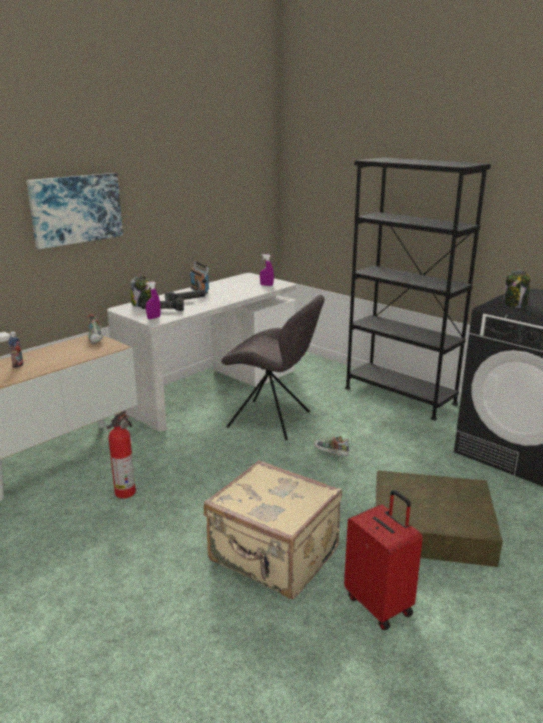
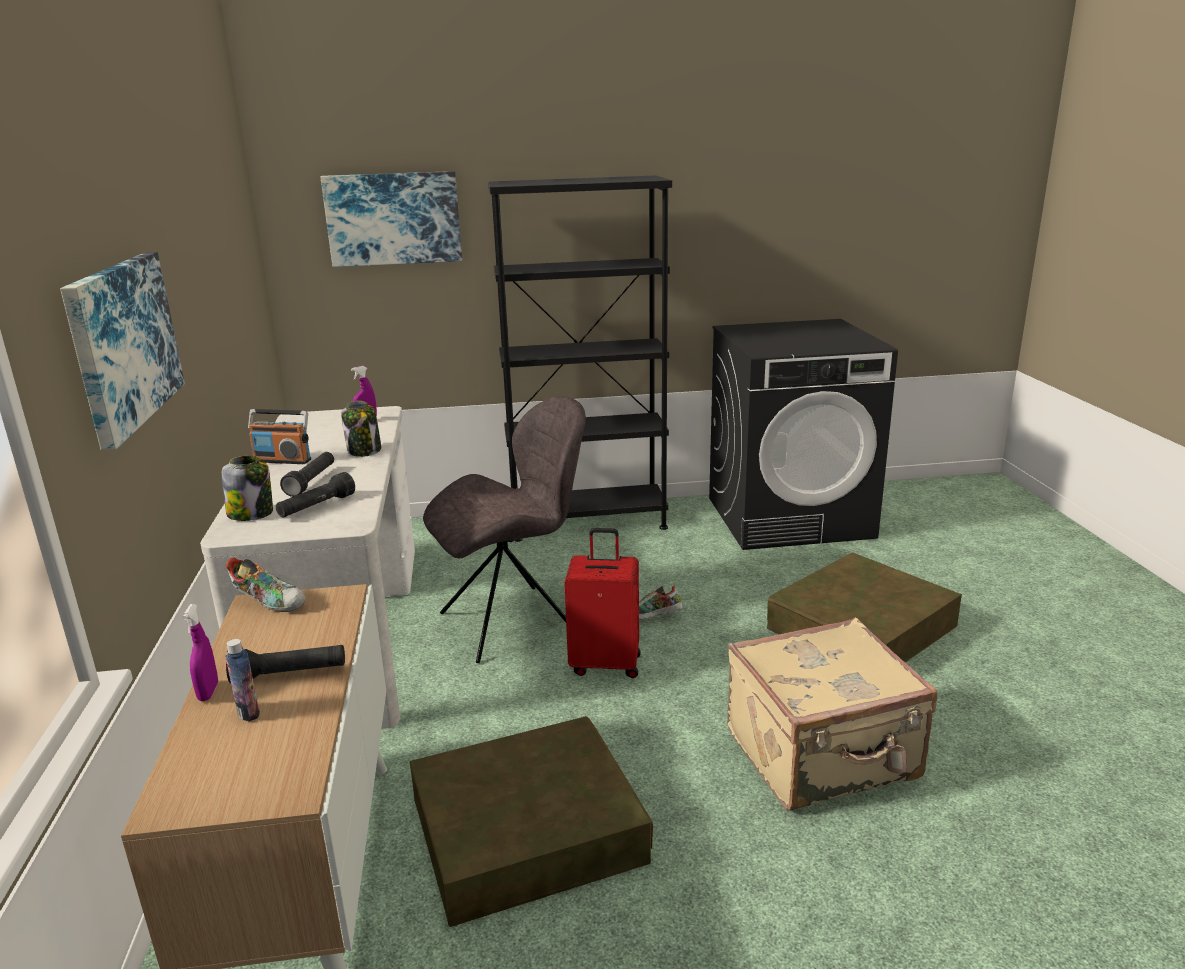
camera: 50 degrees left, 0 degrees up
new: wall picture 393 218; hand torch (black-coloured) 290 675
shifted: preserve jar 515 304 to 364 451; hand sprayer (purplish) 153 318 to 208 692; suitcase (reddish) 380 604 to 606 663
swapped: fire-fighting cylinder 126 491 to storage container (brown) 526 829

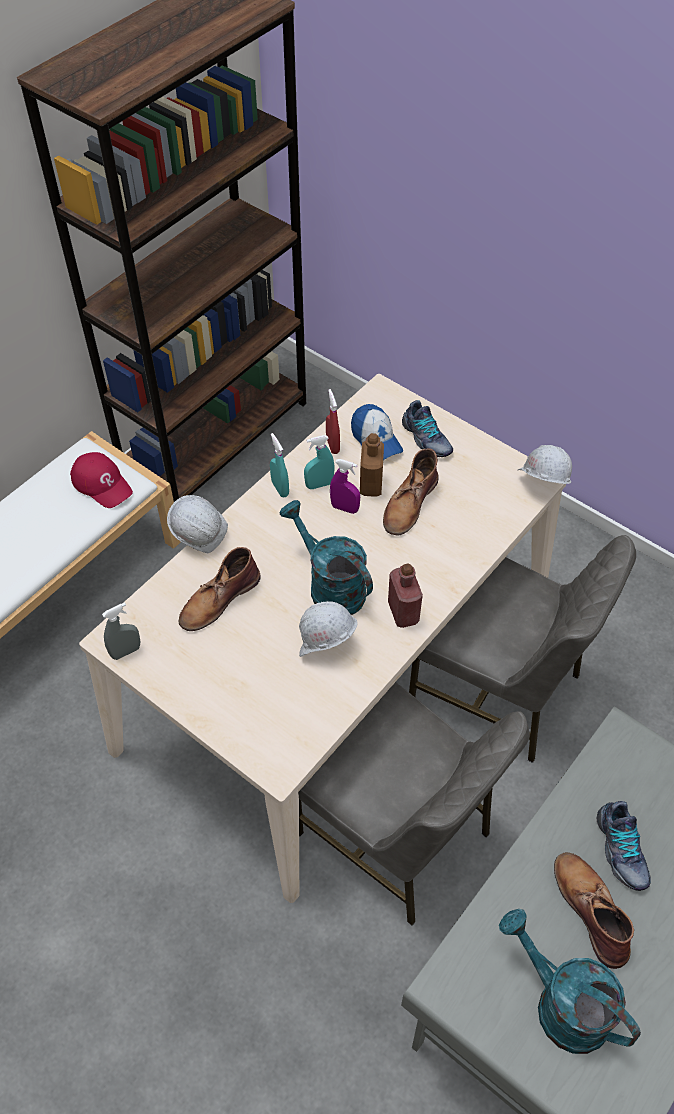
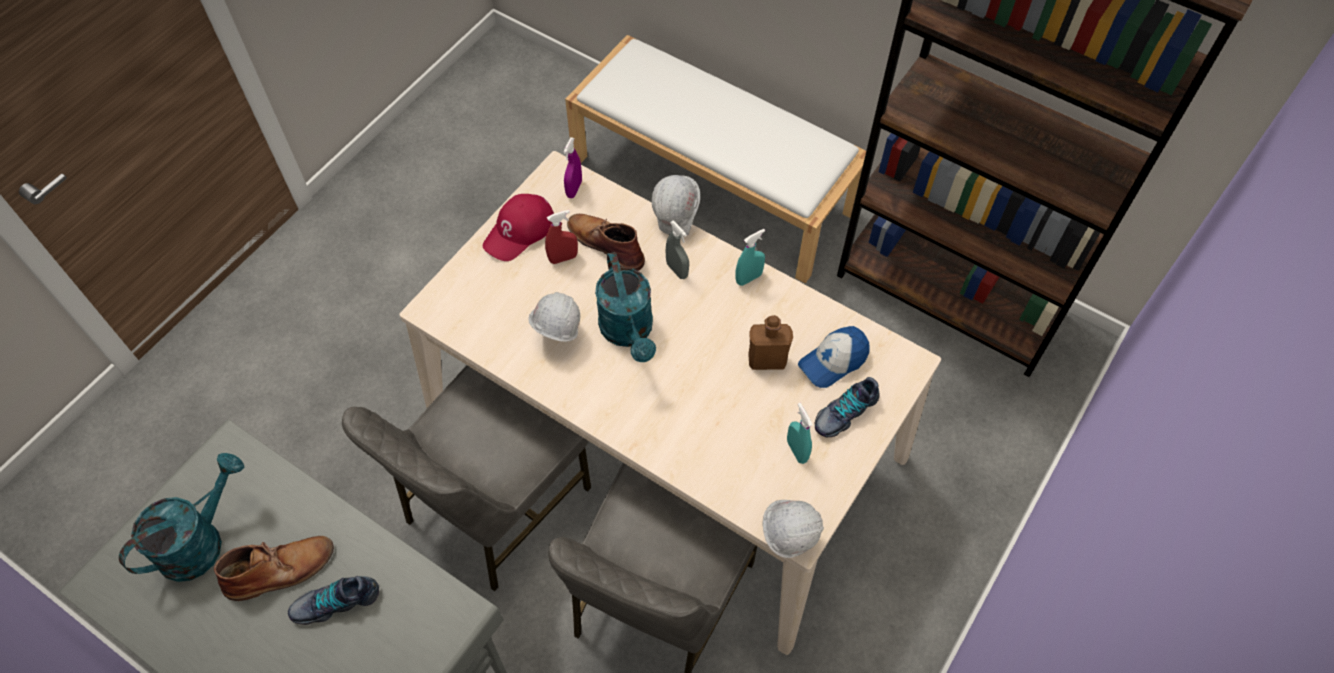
camera: 85 degrees right, 5 degrees up
gone: high-top boot (brown) 409 504; beverage bottle (reddish) 403 612
shifted: hand sprayer (reddish) 332 445 to 563 258; hand sprayer (blue-green) 319 484 to 797 451; baseball cap (reddish) 102 483 to 519 231; hand sprayer (purplish) 344 508 to 574 189; hand sprayer (gray) 126 651 to 677 270
rotated: watering pot (blue-green) 330 586 = 629 332 120 degrees clockwise

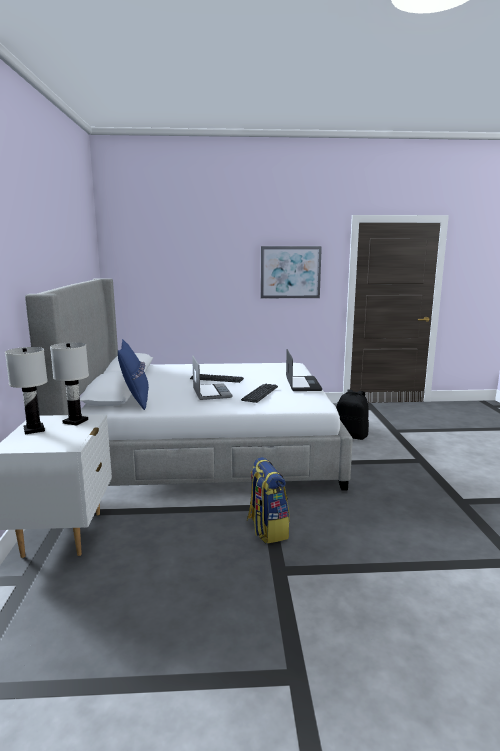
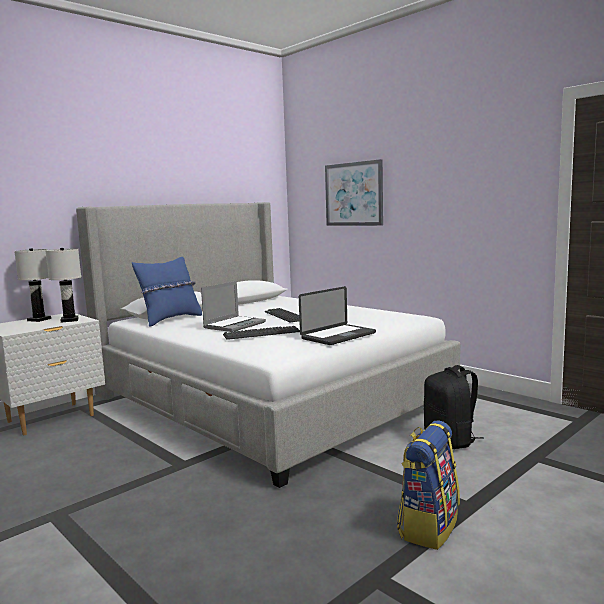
camera: 50 degrees right, 5 degrees down
shifted: wall picture 290 272 to 353 194; backpack 267 529 to 428 526

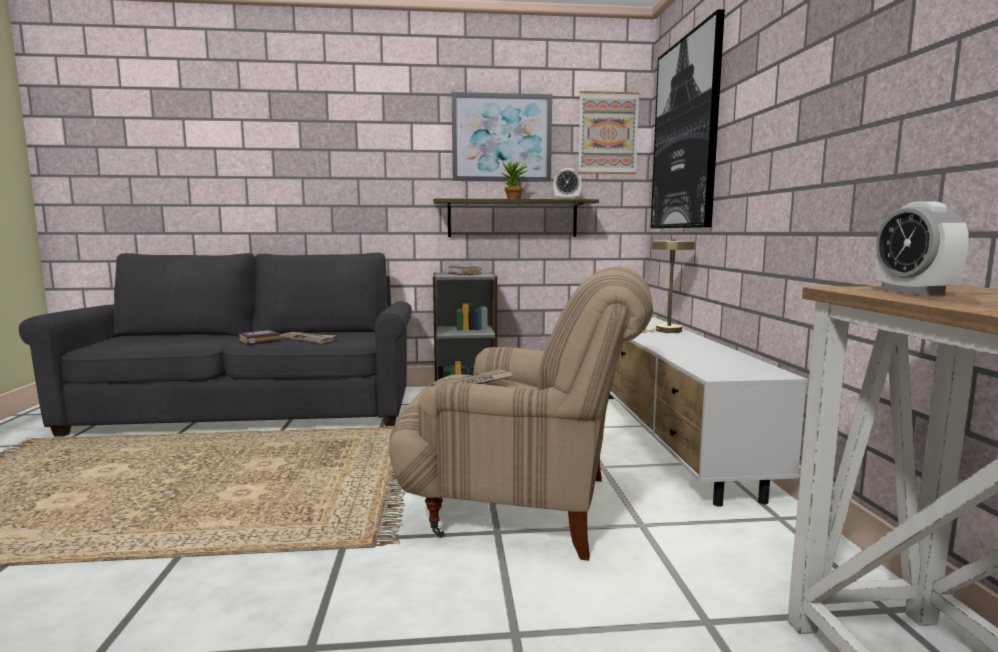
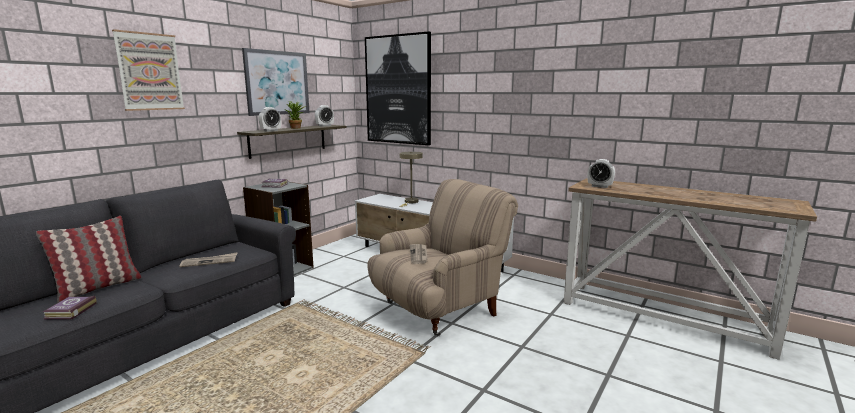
camera: 50 degrees left, 5 degrees up
new: alarm clock 270 130; throw pillow 98 287
shifted: wall picture 607 133 to 149 72; volume 258 341 to 69 311

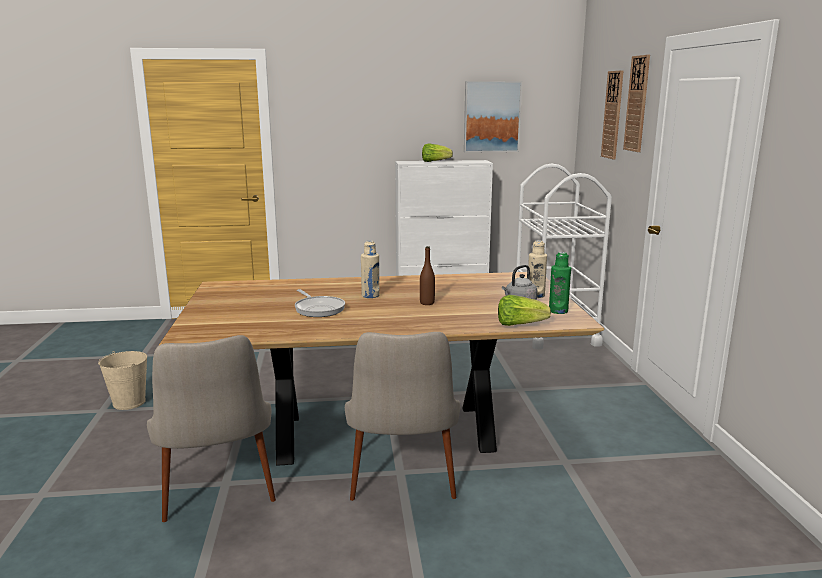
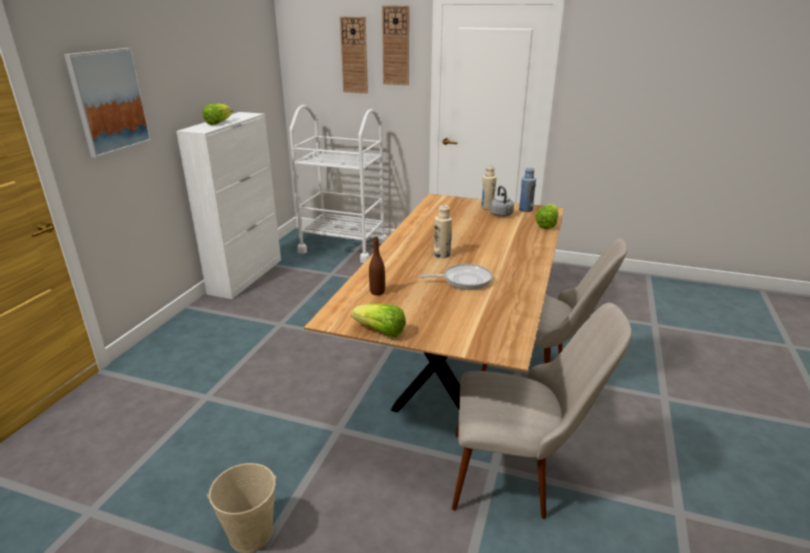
camera: 65 degrees left, 10 degrees up
new: lettuce head 380 332
shifted: wall picture 491 117 to 109 101; beverage bottle (brown) 427 303 to 377 292
repainted: beverage bottle (green) 558 311 to beverage bottle (blue-coloured) 525 210

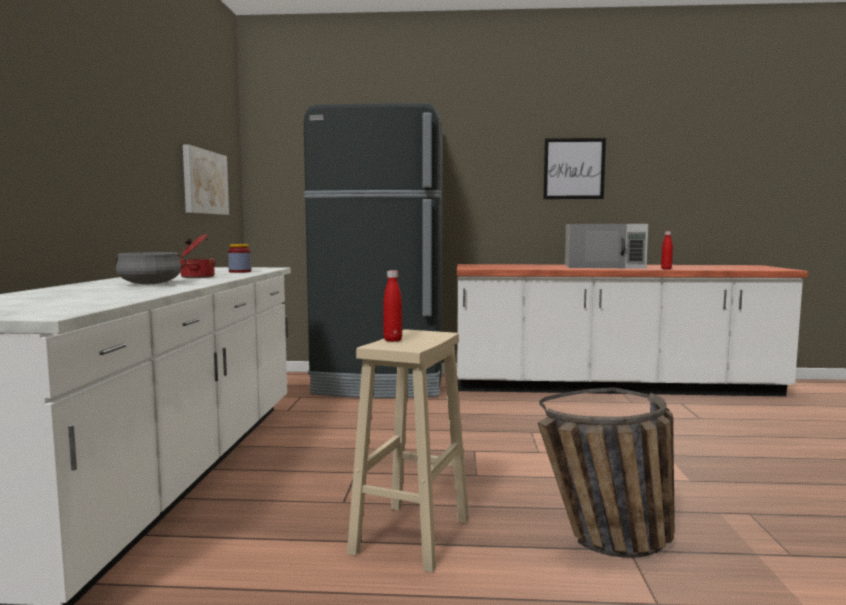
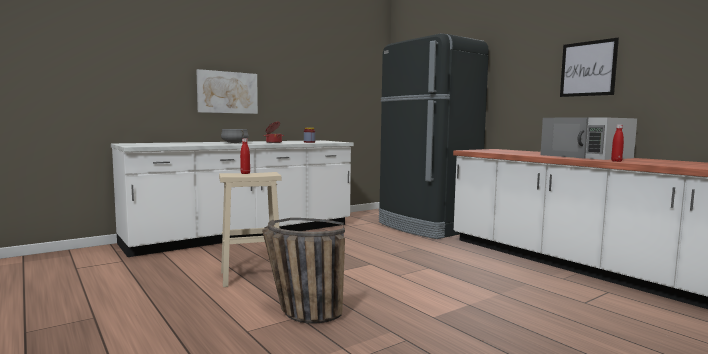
camera: 50 degrees right, 0 degrees up
shifted: wall picture 204 182 to 227 92

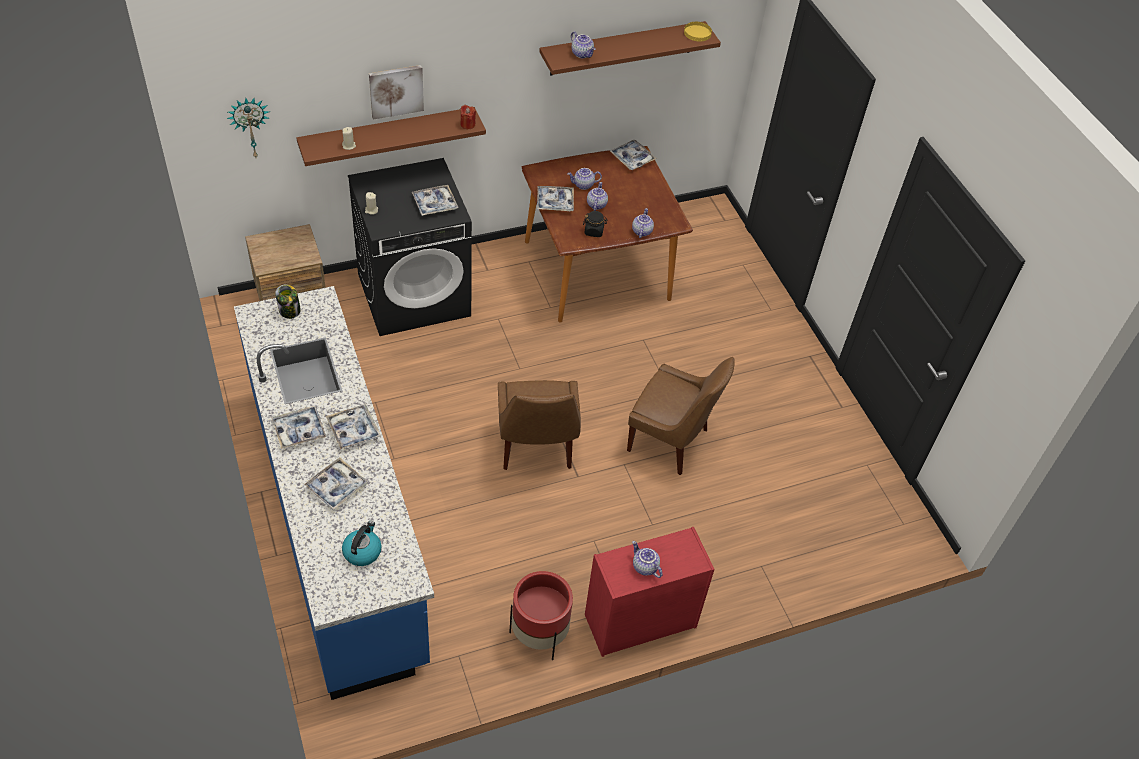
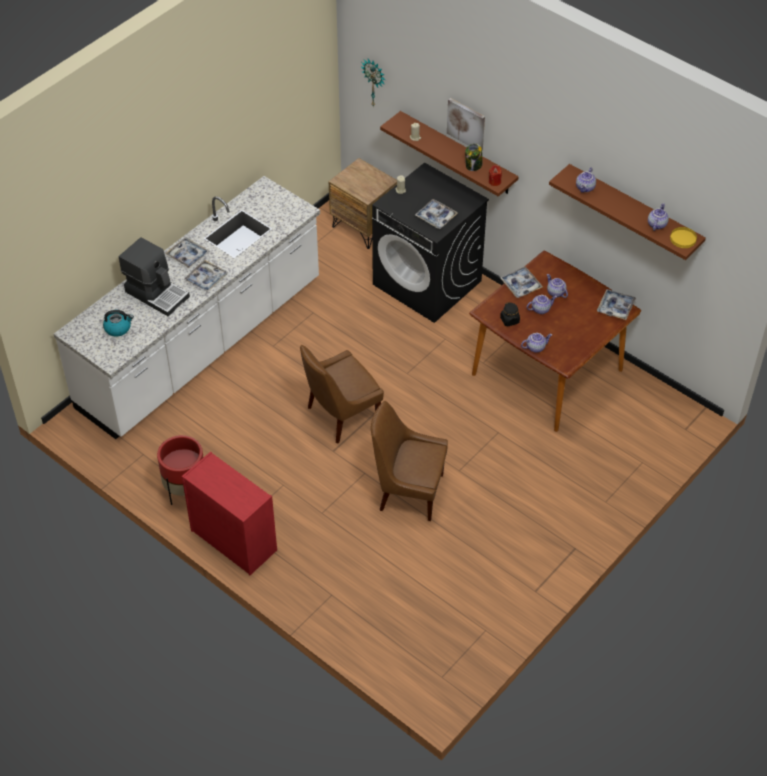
camera: 65 degrees right, 0 degrees up
shifted: preserve jar 290 310 to 473 165; teapot 644 567 to 656 224
swapped: carrying tray 336 487 to coffee maker 157 293
repainted: kitchen counter (blue-coloured) 338 522 to kitchen counter (white) 202 344
rotated: chair (brown) 670 441 = 408 492 105 degrees clockwise

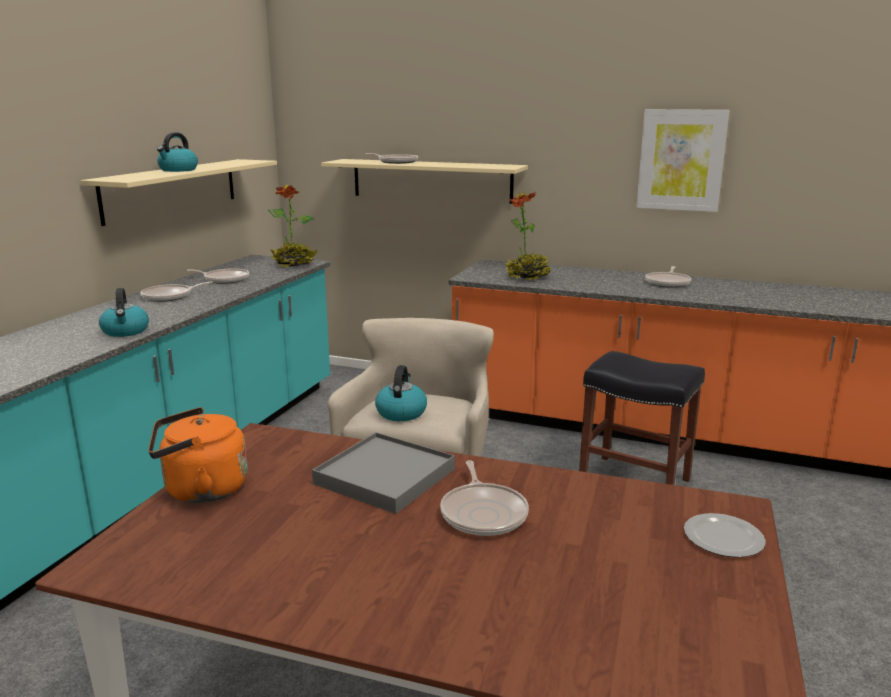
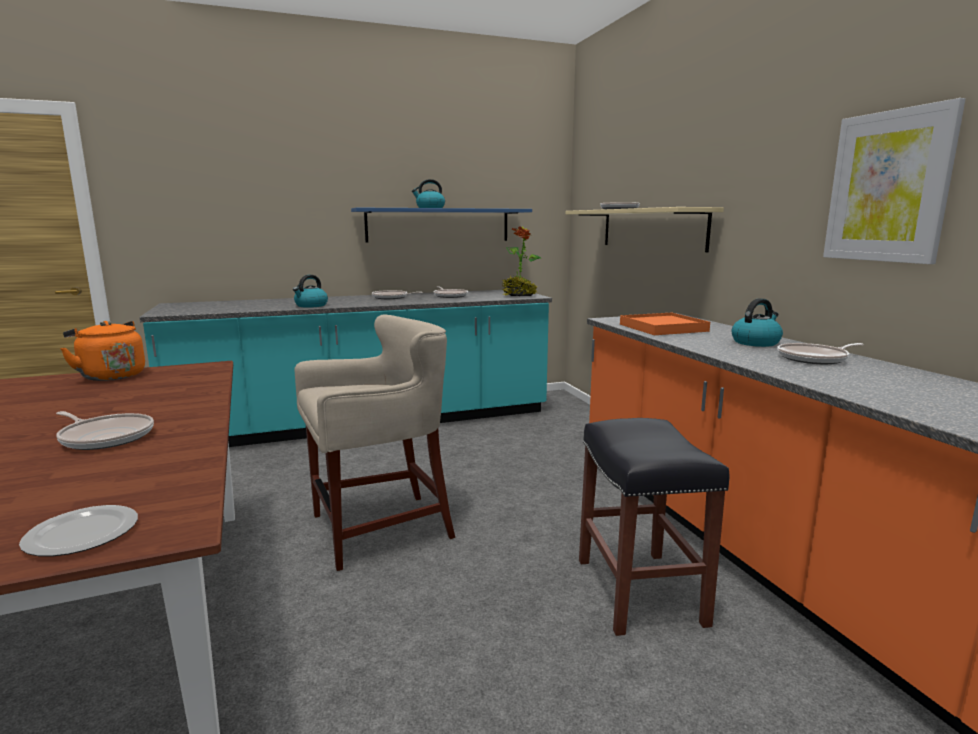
camera: 50 degrees right, 5 degrees down
gone: carrying tray (gray) 384 476
shifted: kettle 401 412 to 755 342
swapped: plant in a pot 527 277 to carrying tray (orange-coloured) 663 328
repainted: wall shelf (sand-coloured) 172 189 to wall shelf (blue-coloured) 438 225
rotated: frying pan 483 513 = 105 437 105 degrees counterclockwise

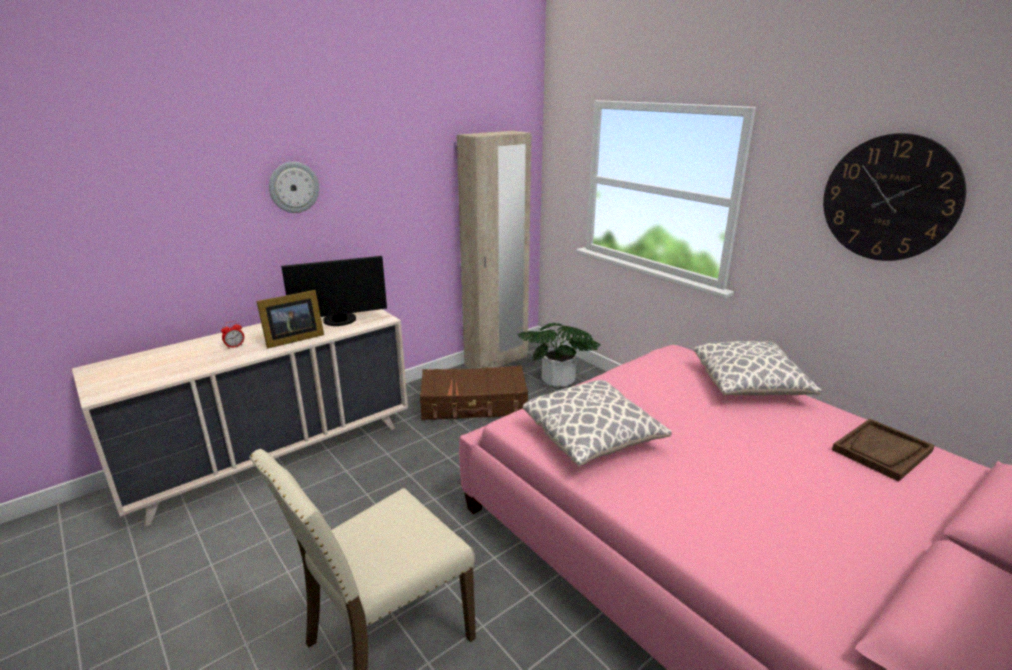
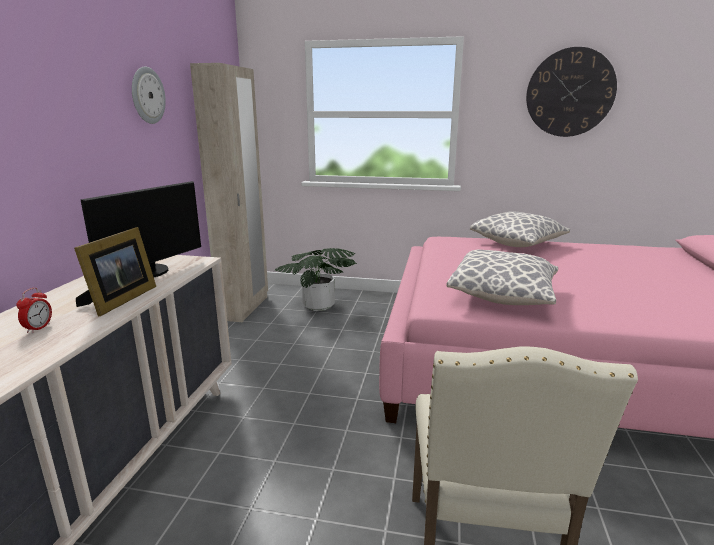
camera: 40 degrees left, 5 degrees down
gone: suitcase (brown) 474 404; carrying tray (brown) 882 451
shifted: hanging clock 294 187 to 147 95

